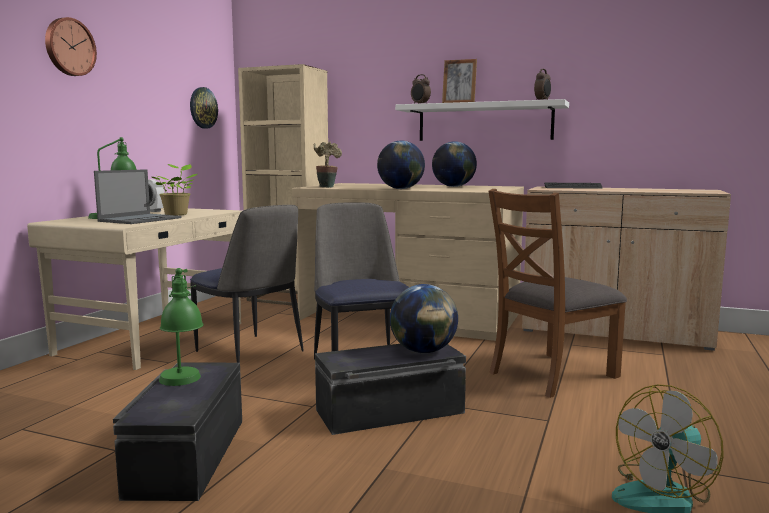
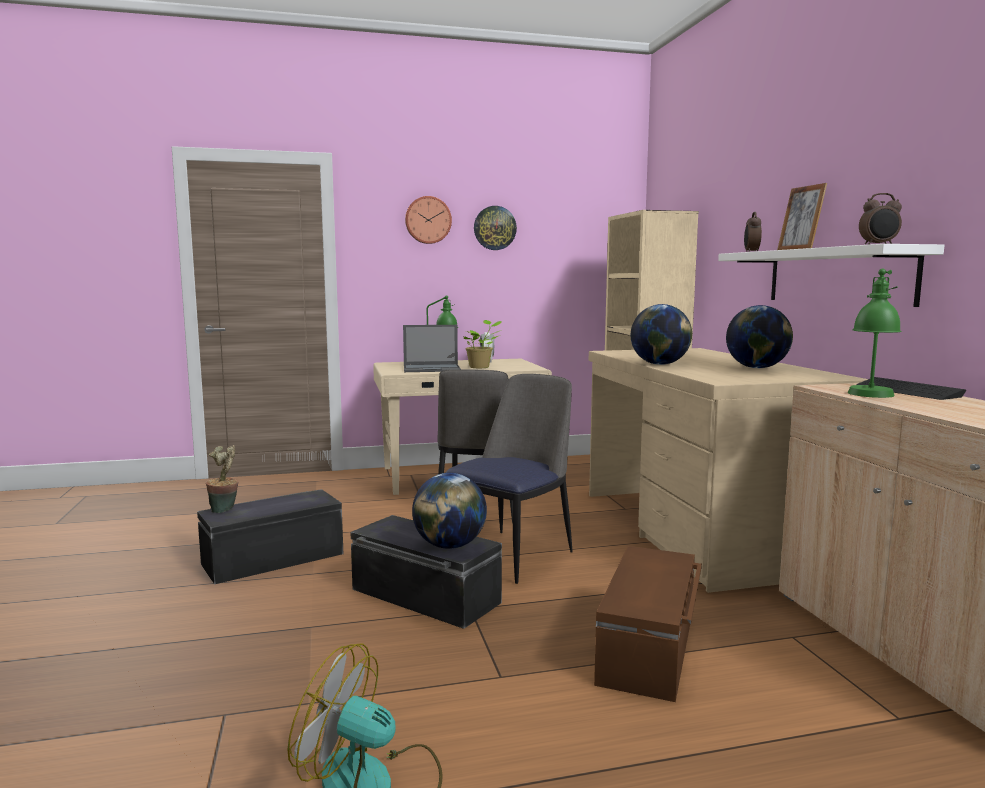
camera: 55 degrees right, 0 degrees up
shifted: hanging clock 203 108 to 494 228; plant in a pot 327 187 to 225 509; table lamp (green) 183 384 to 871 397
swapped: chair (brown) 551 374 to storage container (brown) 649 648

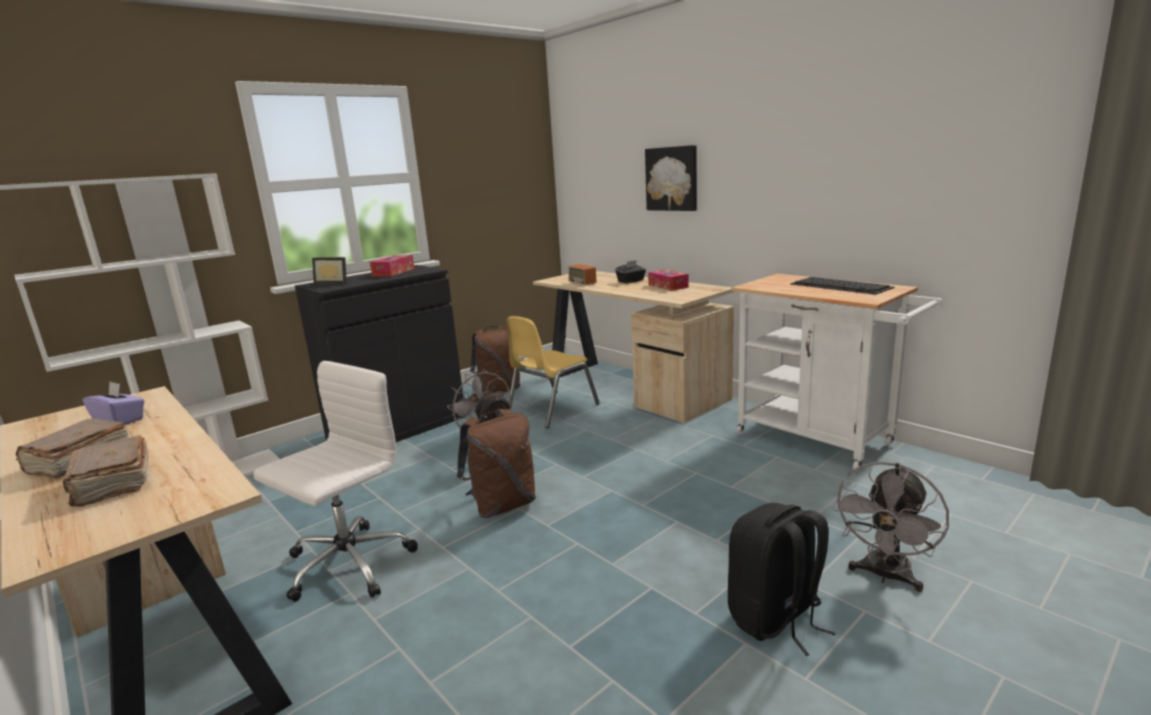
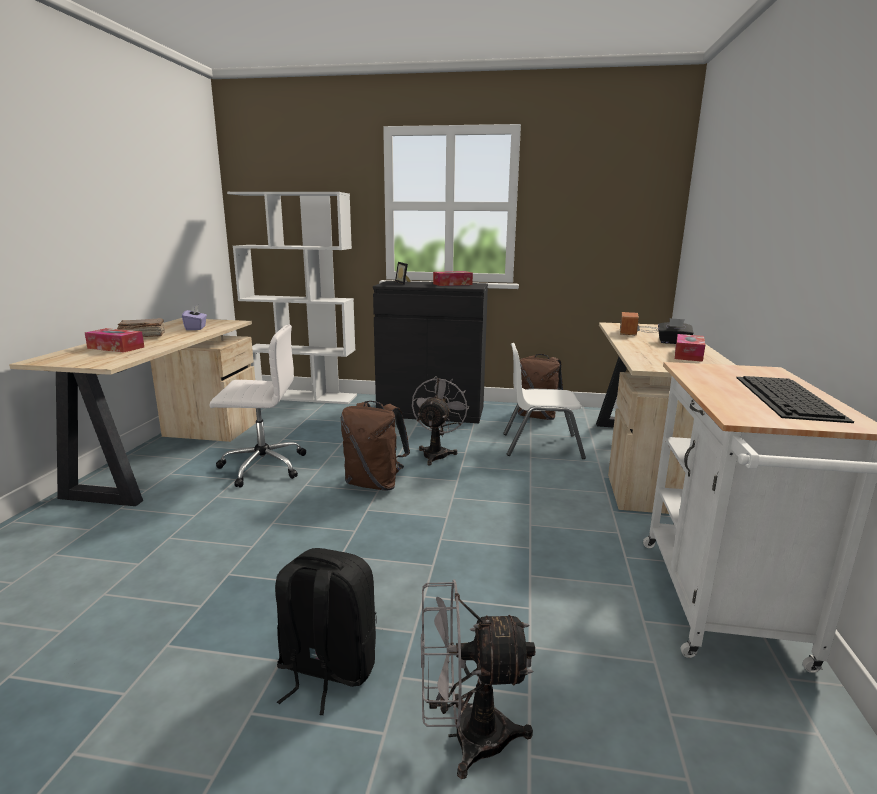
camera: 50 degrees right, 0 degrees up
gone: wall picture 672 179
swapped: volume (brown) 112 484 to box of tissues 116 348
repainted: chair (yellow-coloured) 552 409 to chair (white) 541 445

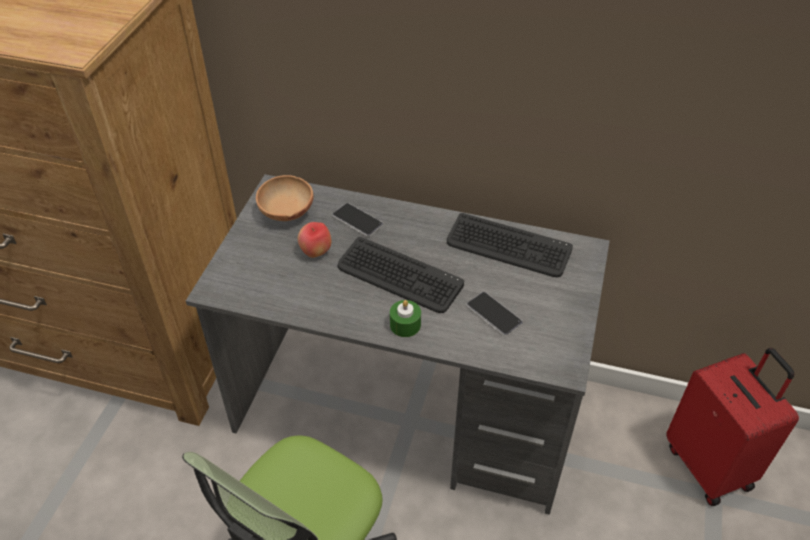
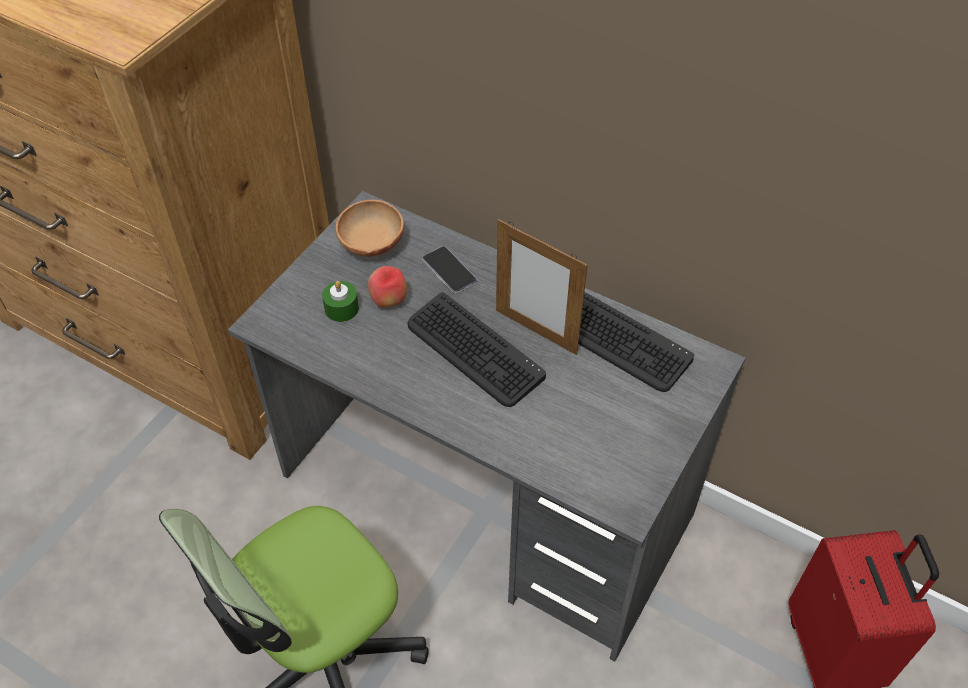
camera: 15 degrees right, 5 degrees up
gone: phone 494 314
new: photo frame 536 331
shifted: wax light (green) 405 325 to 341 308

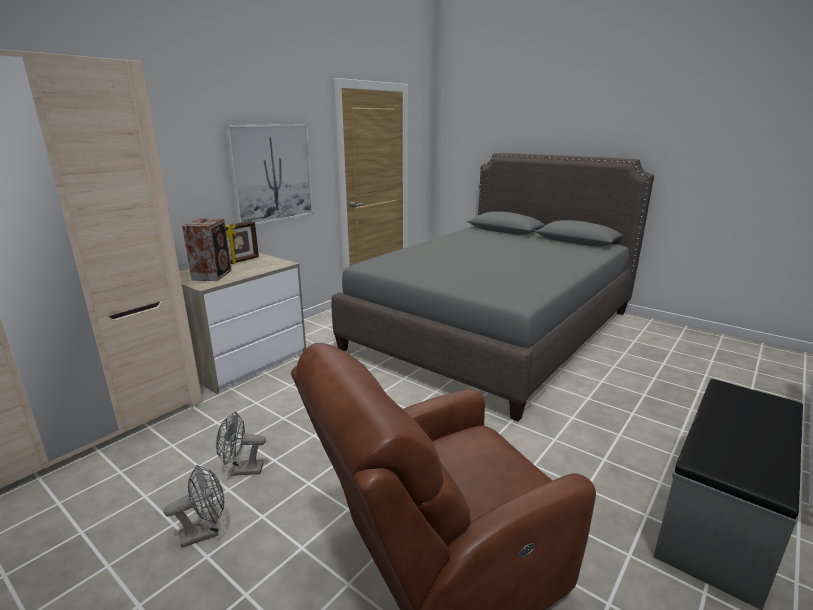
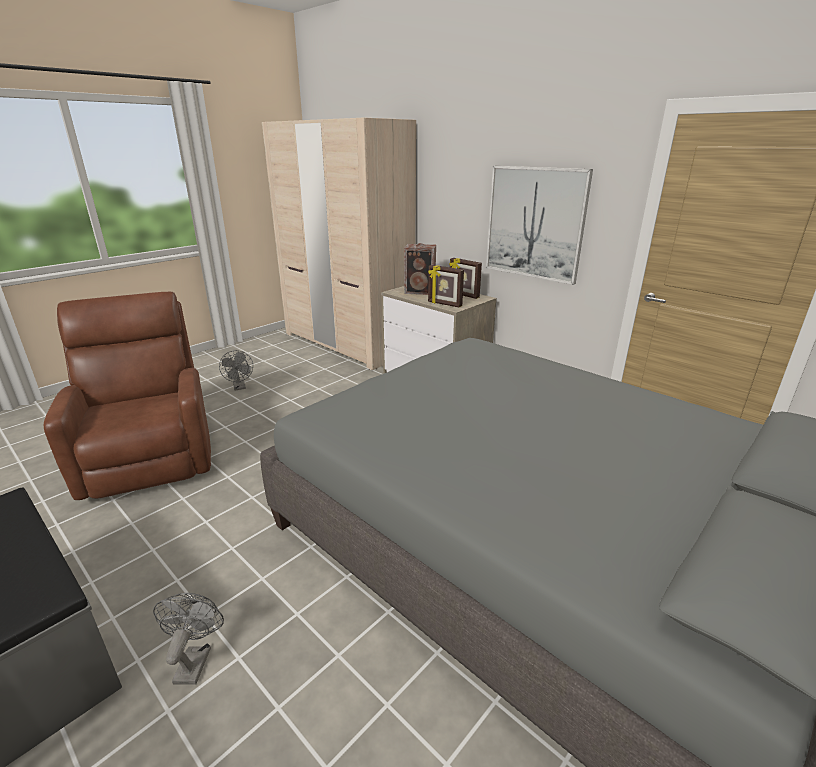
camera: 95 degrees right, 5 degrees up
new: photo frame 444 304
shifted: electric fan (gray) 242 470 to 195 659

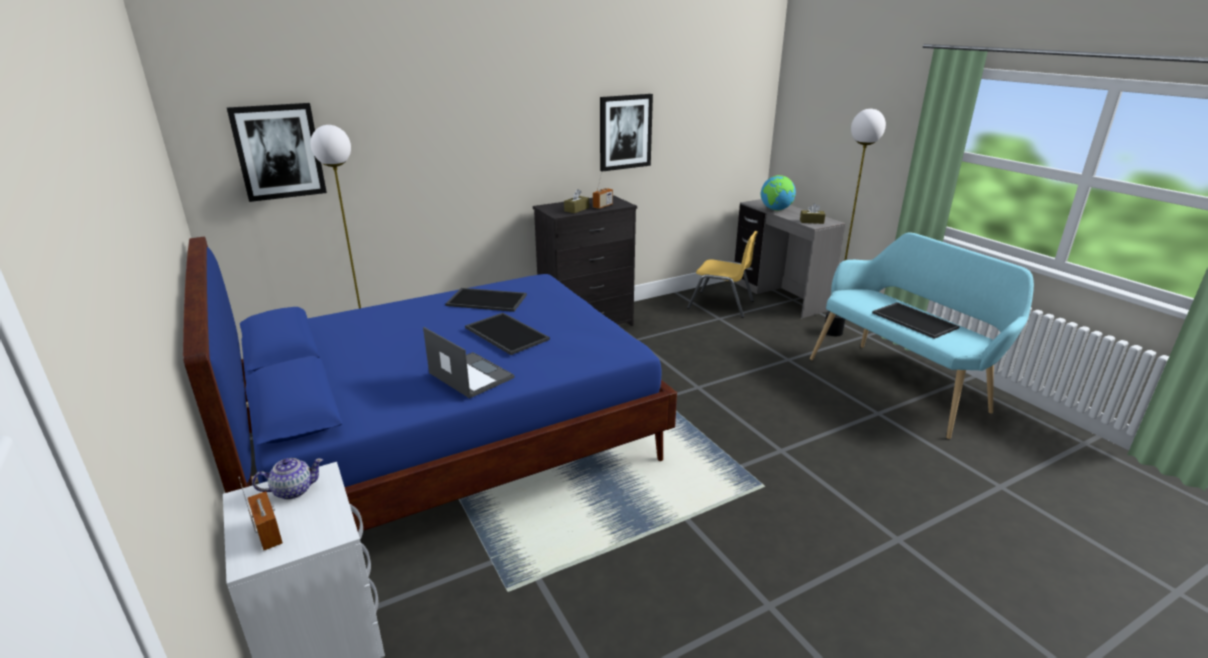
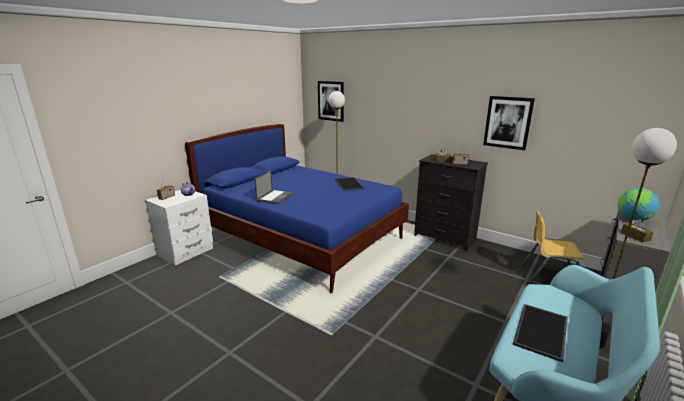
camera: 65 degrees right, 5 degrees down
gone: carrying tray 505 334
rotated: chair (yellow-coloured) 721 305 = 550 276 105 degrees clockwise

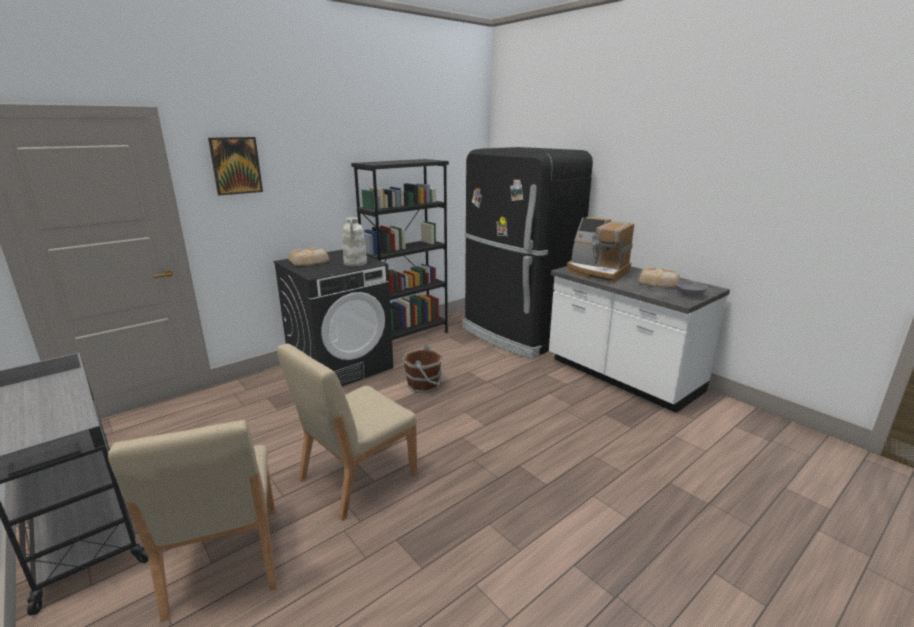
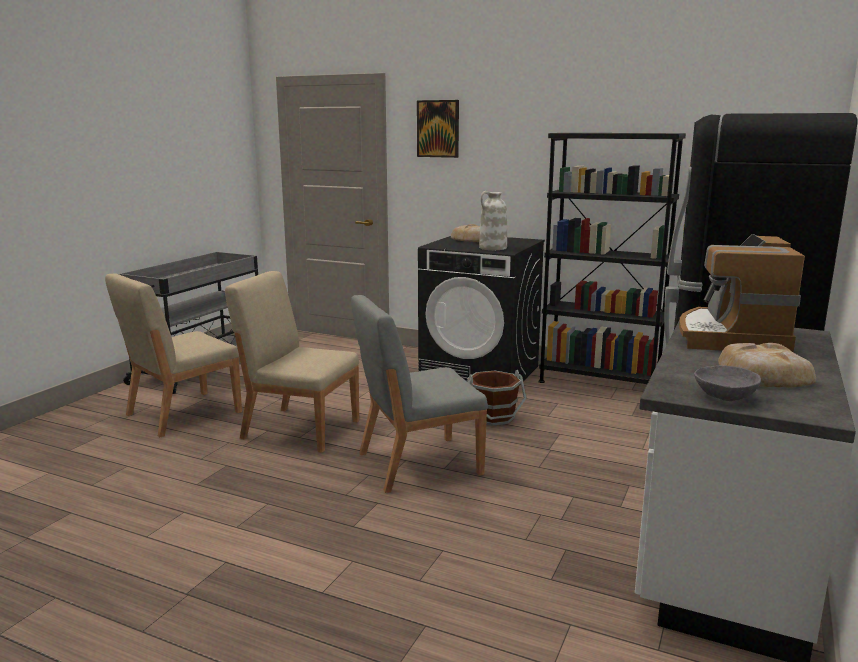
camera: 65 degrees right, 5 degrees down
new: chair (gray) 417 463

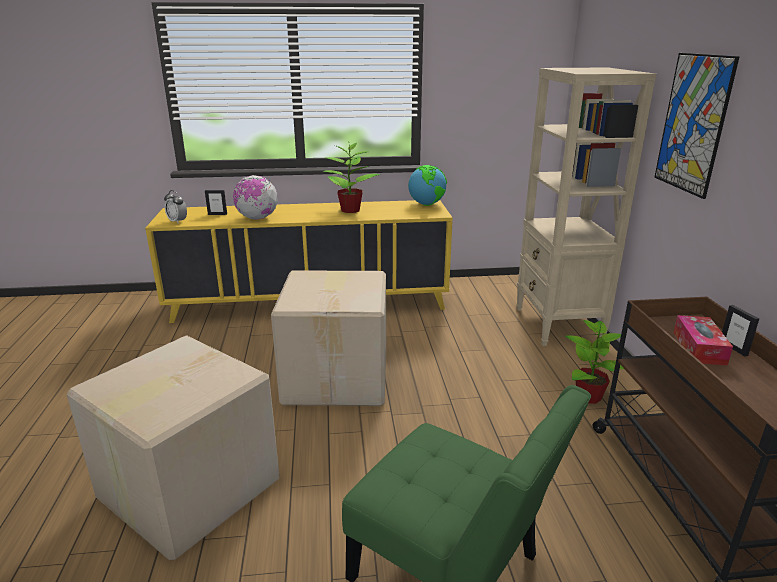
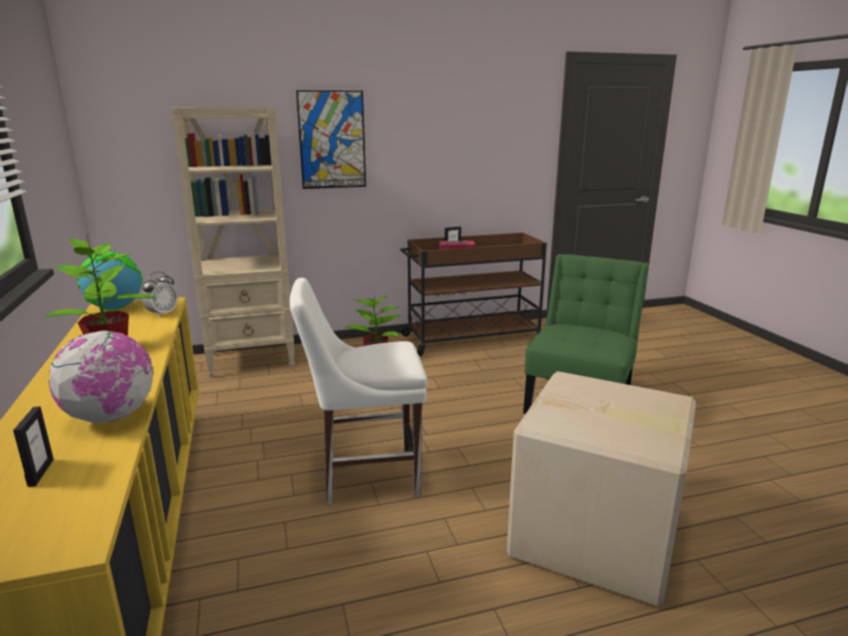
camera: 100 degrees left, 5 degrees down
shifted: alarm clock 177 221 to 162 314
swapped: packing box 338 377 to chair (white) 364 474

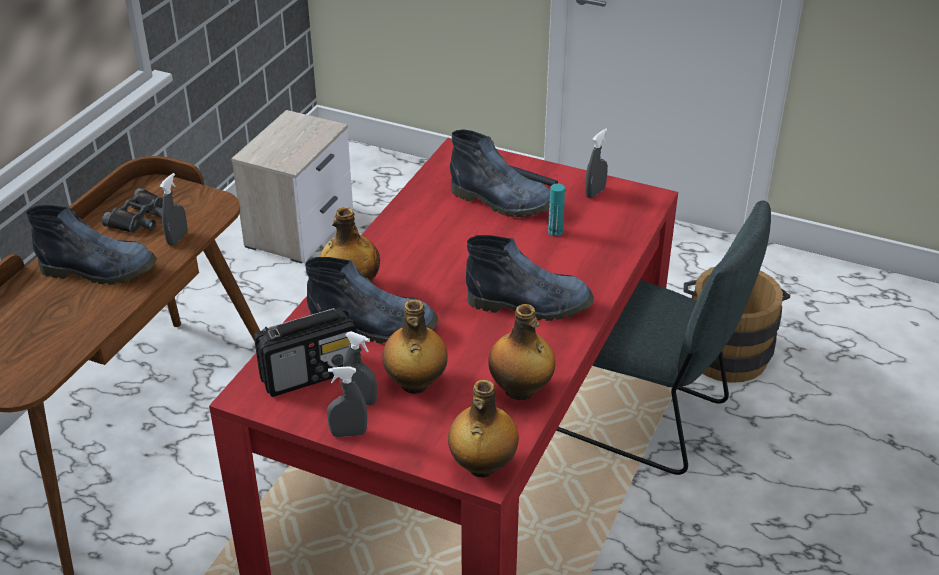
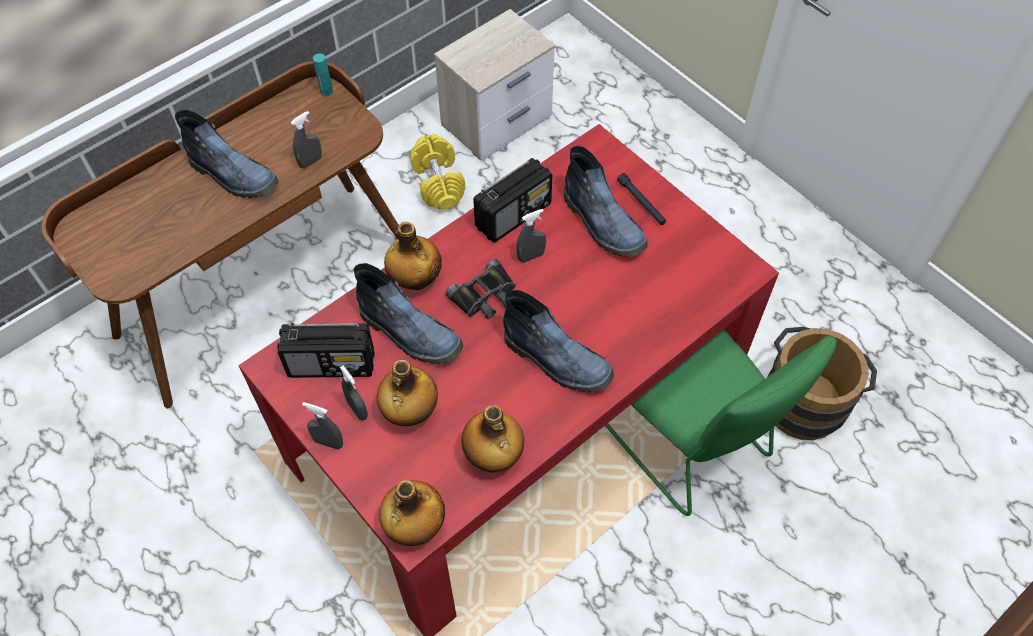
camera: 25 degrees right, 20 degrees up
new: dumbbell (yellow-coloured) 439 182; radio receiver 514 215
shifted: hand sprayer (gray) 595 193 to 531 256; beverage bottle (blue-green) 555 231 to 326 92; field glasses (black-coloured) 141 218 to 485 296
repainted: chair (gray) 644 418 to chair (green) 687 442

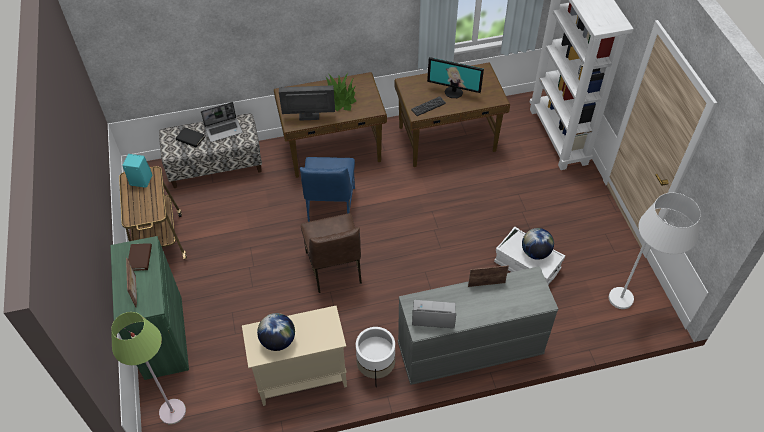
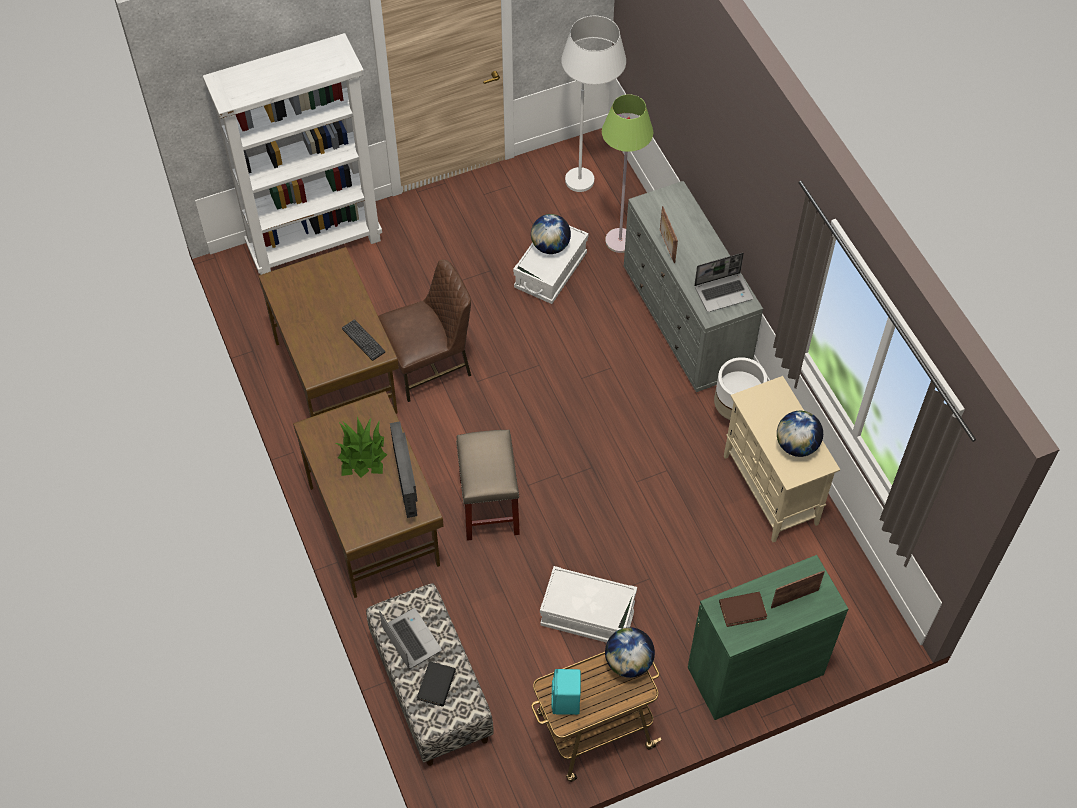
camera: 100 degrees left, 5 degrees up
gone: computer display 453 92
new: storage container (white) 587 615; globe 628 662
shifted: chair (brown) 334 268 to 429 365; floor lamp (green) 172 412 to 620 241
swapped: chair (blue-coloured) 330 206 to sitting stool (sand-coloured) 489 508
rotated: portable computer 433 315 = 723 292 105 degrees counterclockwise

